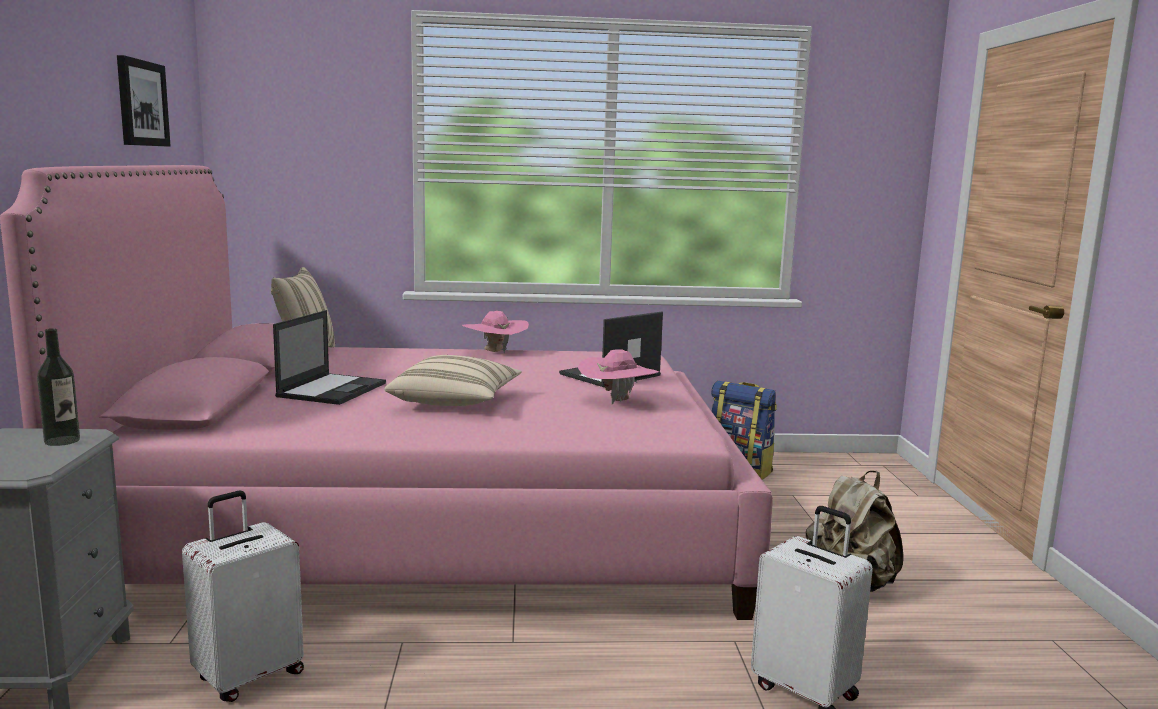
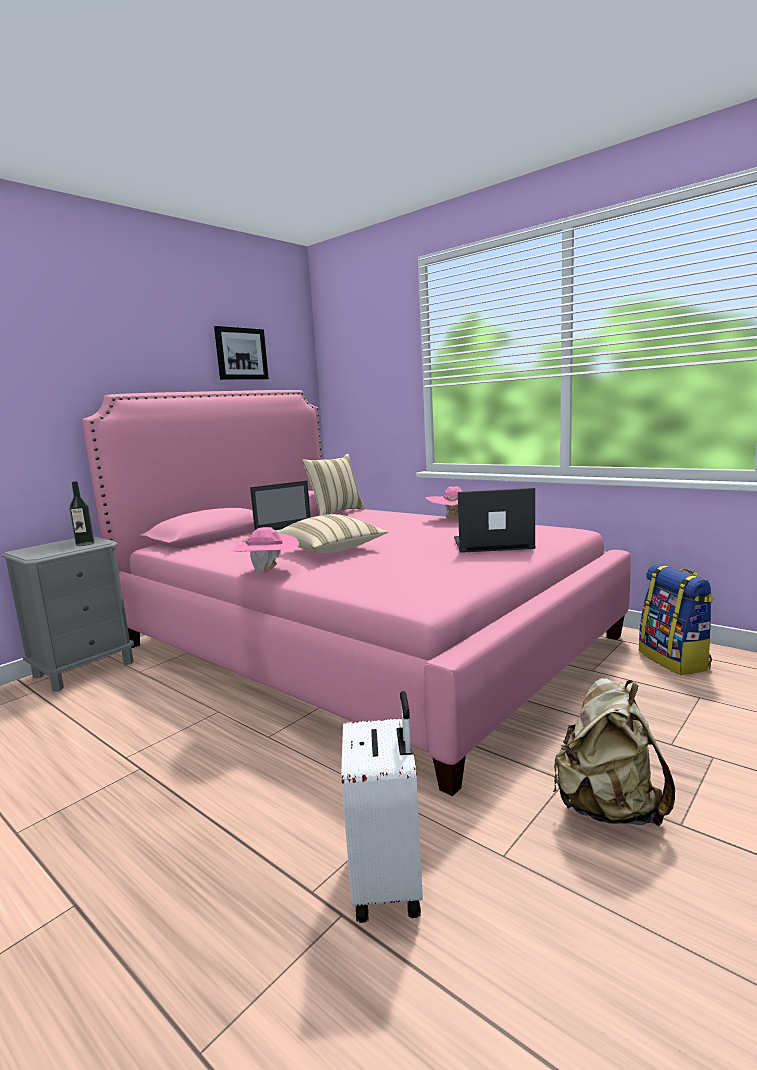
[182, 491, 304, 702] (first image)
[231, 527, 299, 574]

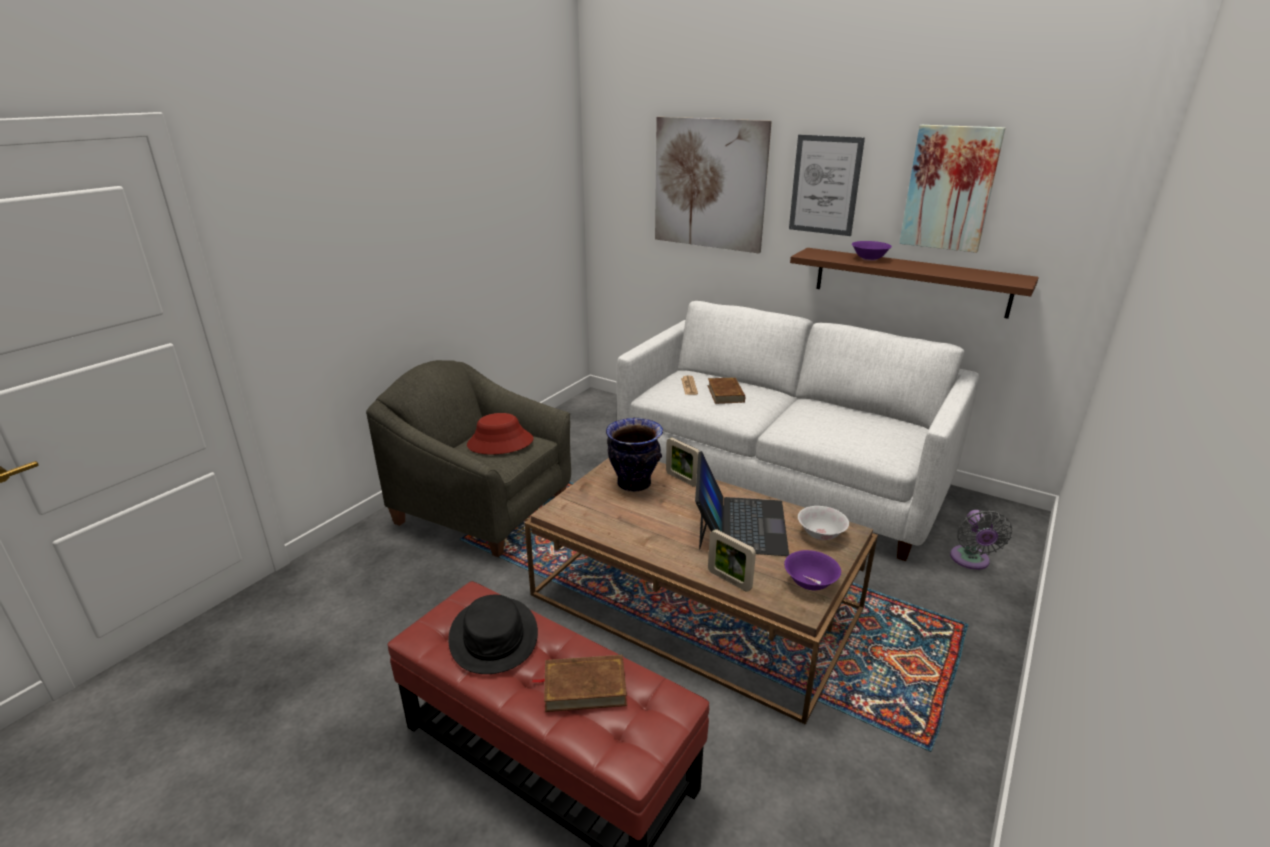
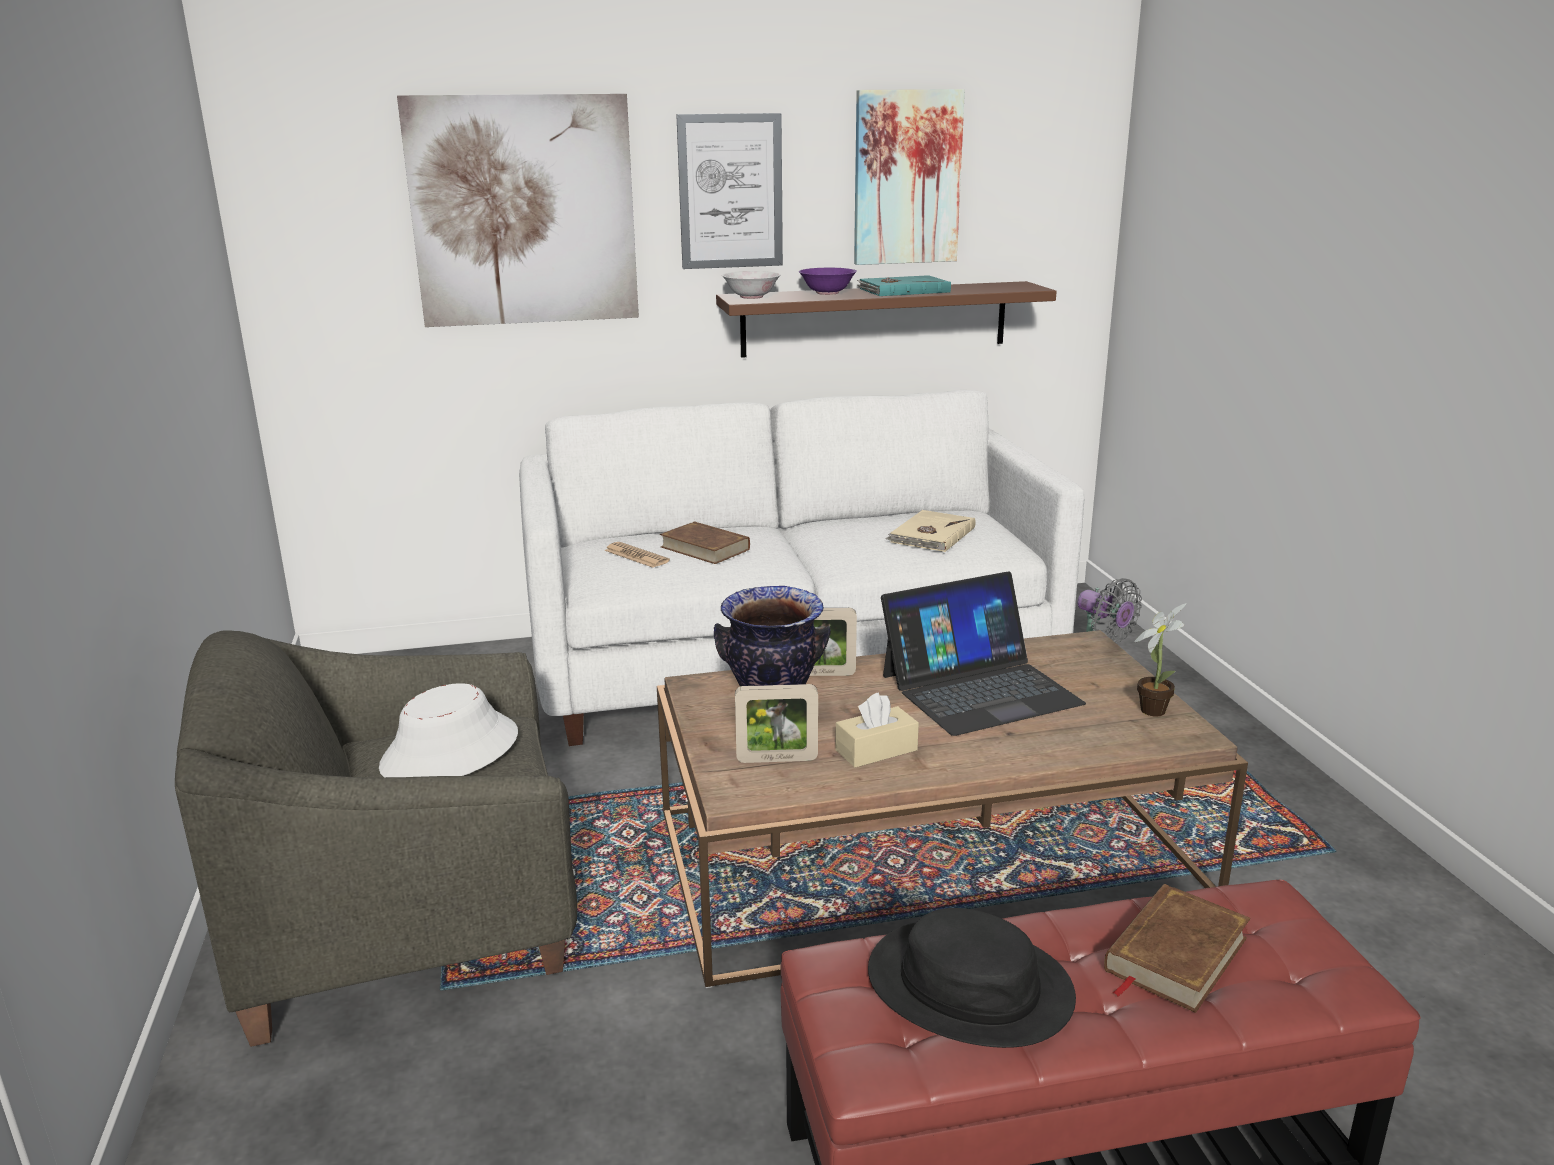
[835, 692, 919, 768]
[857, 275, 951, 296]
[885, 510, 976, 552]
[735, 684, 818, 763]
[722, 271, 781, 299]
[1134, 603, 1187, 717]
[379, 683, 518, 777]
[881, 571, 1086, 736]

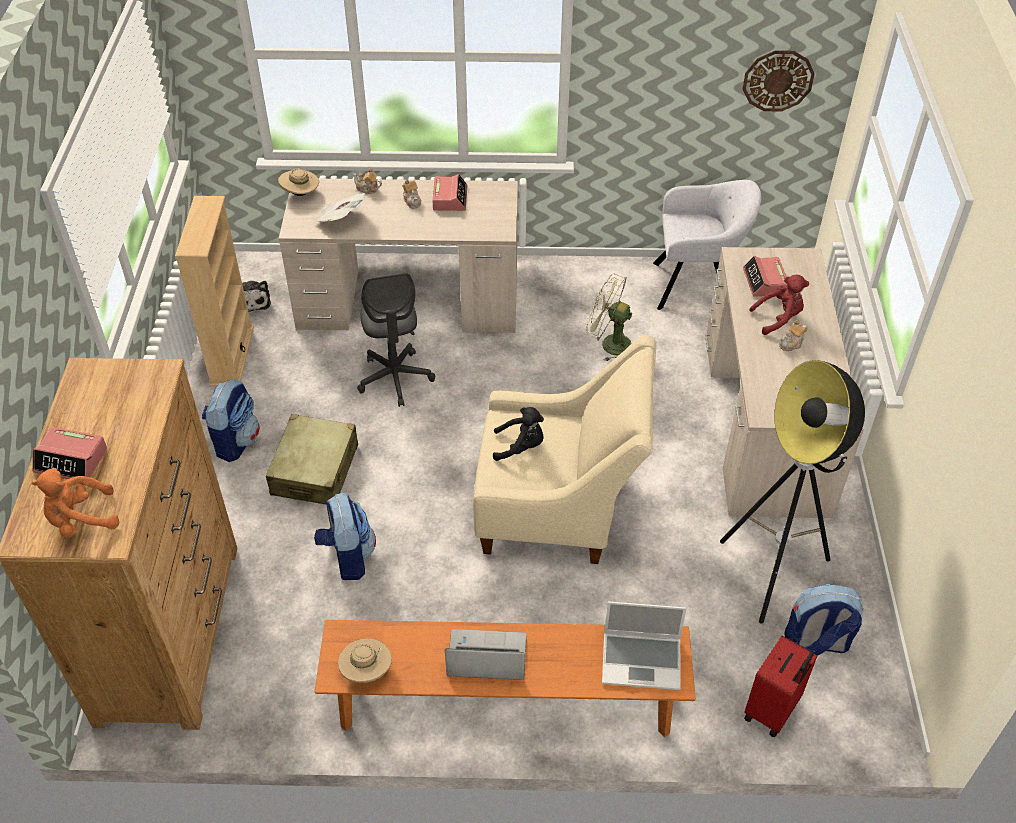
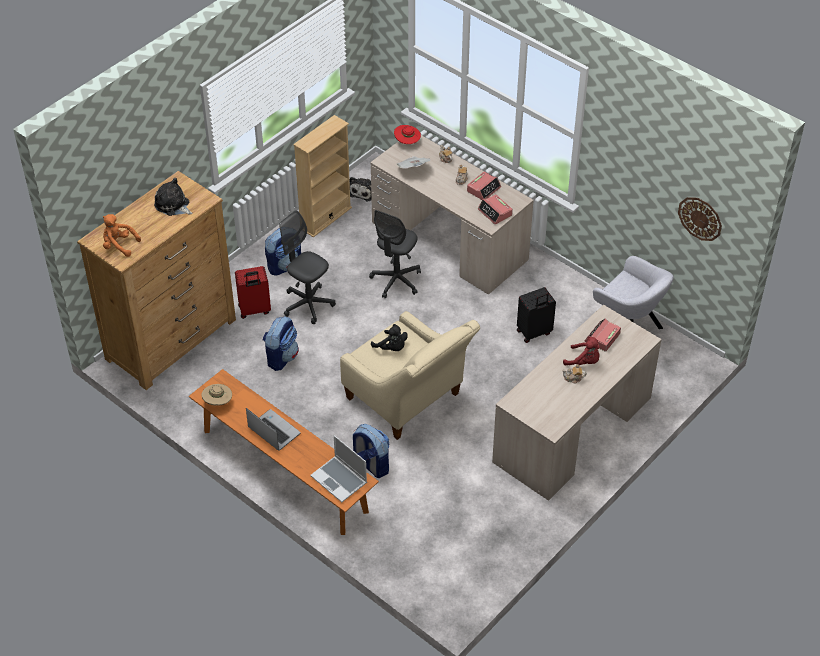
[720, 360, 865, 624] (first image)
[154, 178, 192, 216]
[478, 194, 513, 225]
[235, 266, 271, 319]
[353, 424, 389, 478]
[279, 210, 336, 324]
[517, 287, 556, 343]
[394, 125, 421, 144]

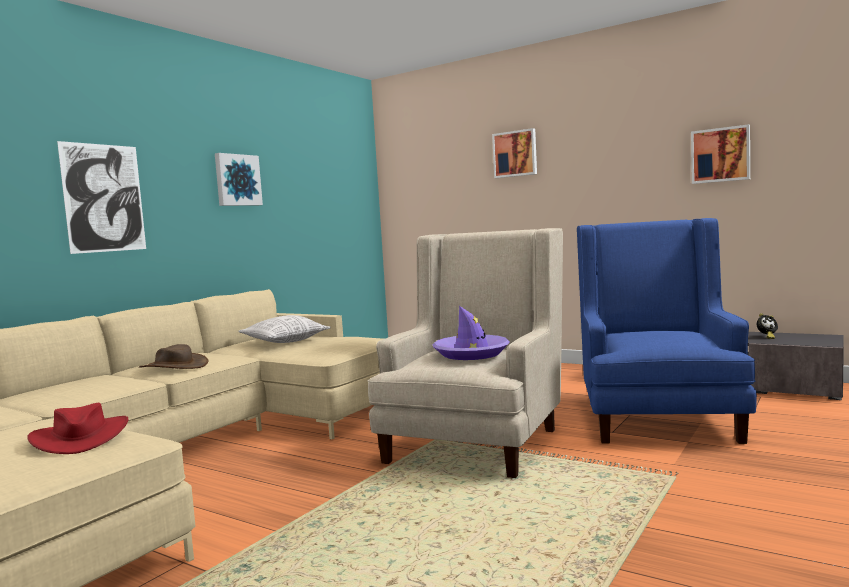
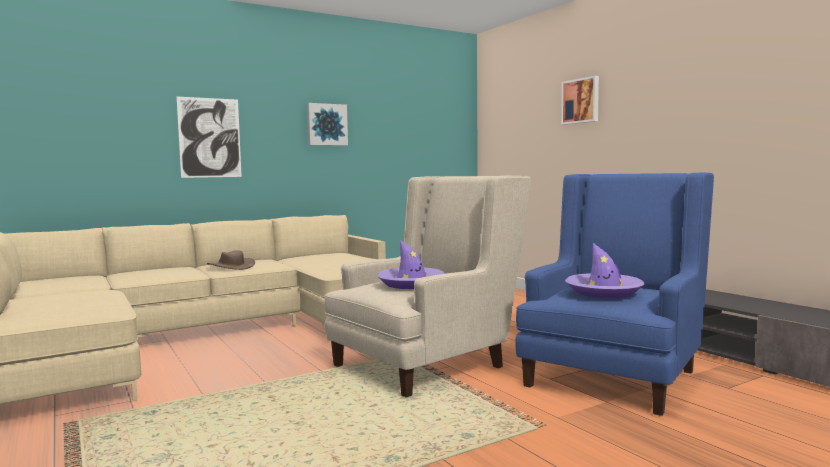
[27, 403, 129, 454] (first image)
[239, 315, 331, 343] (first image)
[691, 124, 750, 184] (first image)
[757, 313, 778, 339] (first image)
[565, 243, 644, 298]

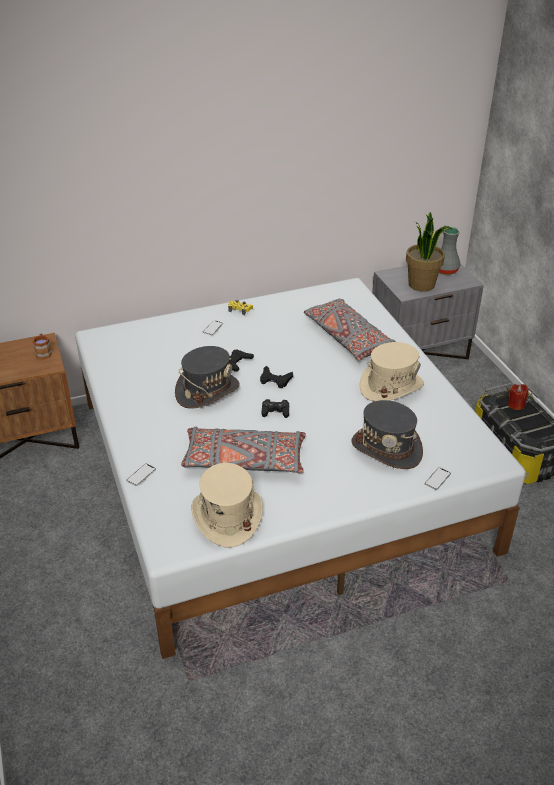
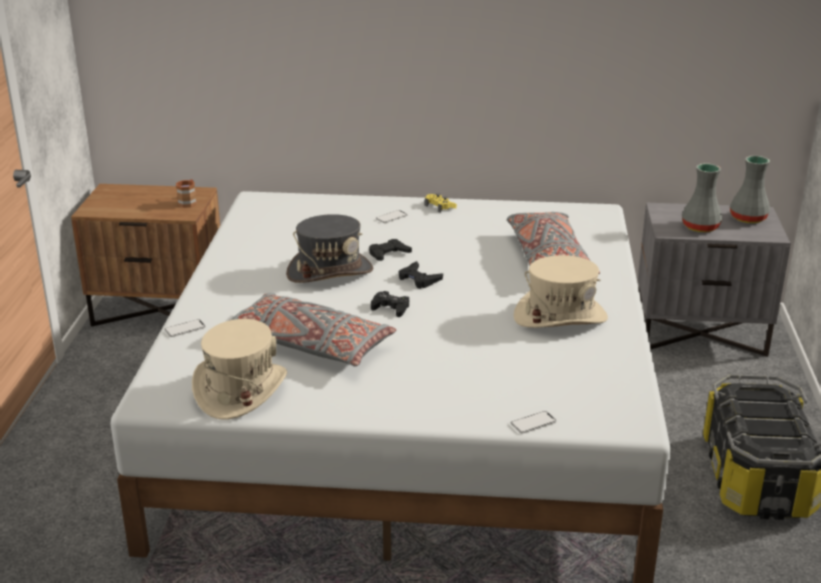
[351, 400, 423, 469] (first image)
[508, 384, 528, 410] (first image)
[682, 163, 722, 233]

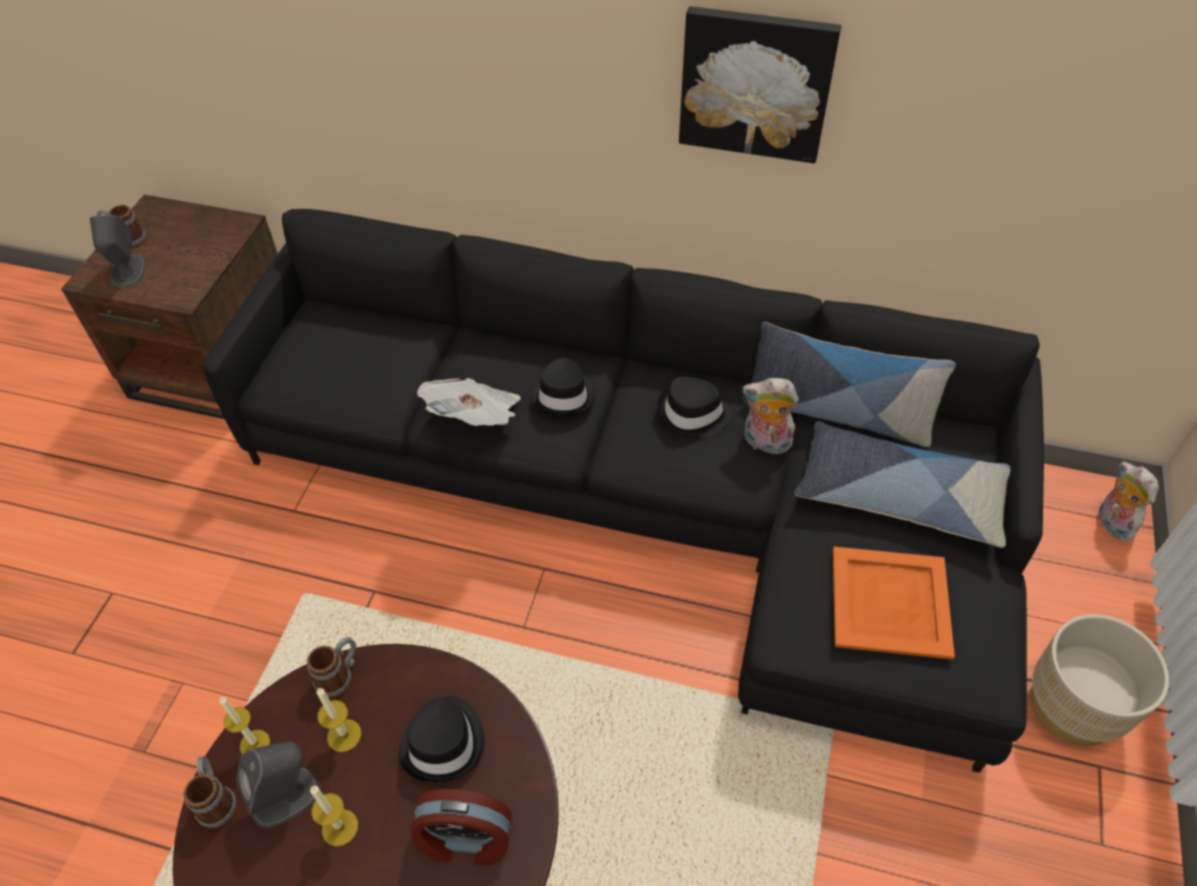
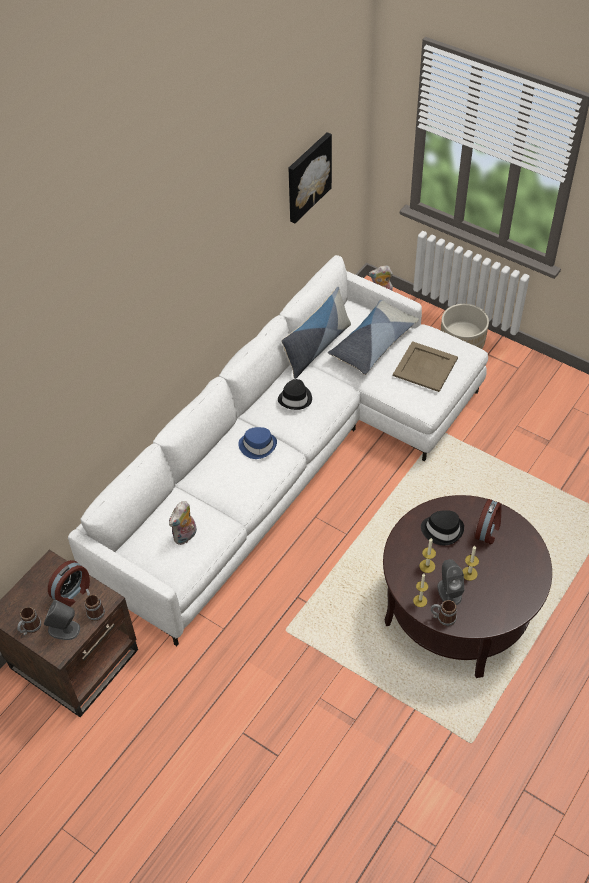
[417, 378, 521, 426] (first image)
[48, 560, 90, 607]
[84, 589, 105, 621]
[289, 132, 332, 224]
[169, 501, 197, 545]
[68, 255, 488, 646]
[238, 427, 277, 459]
[393, 341, 458, 392]

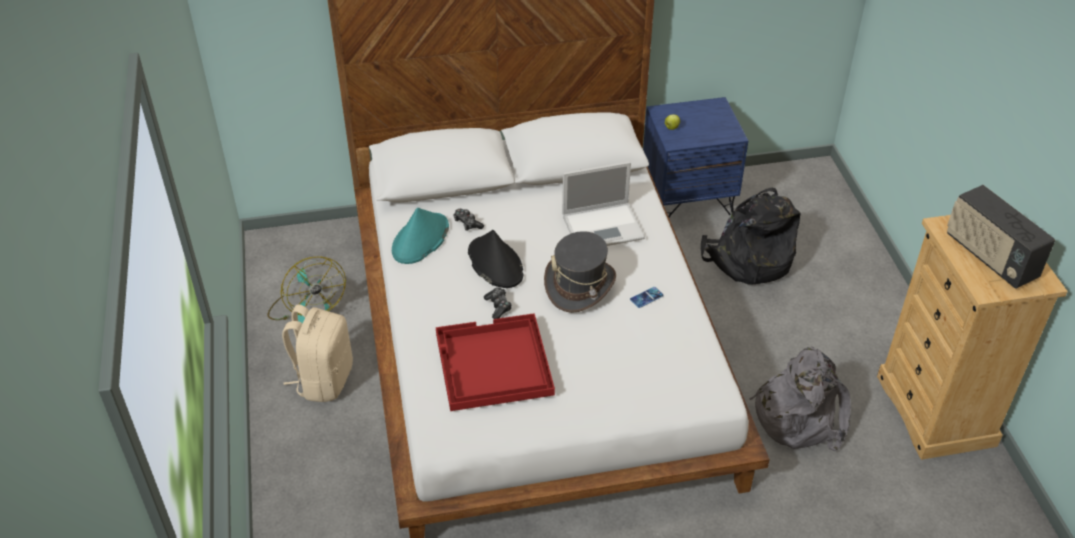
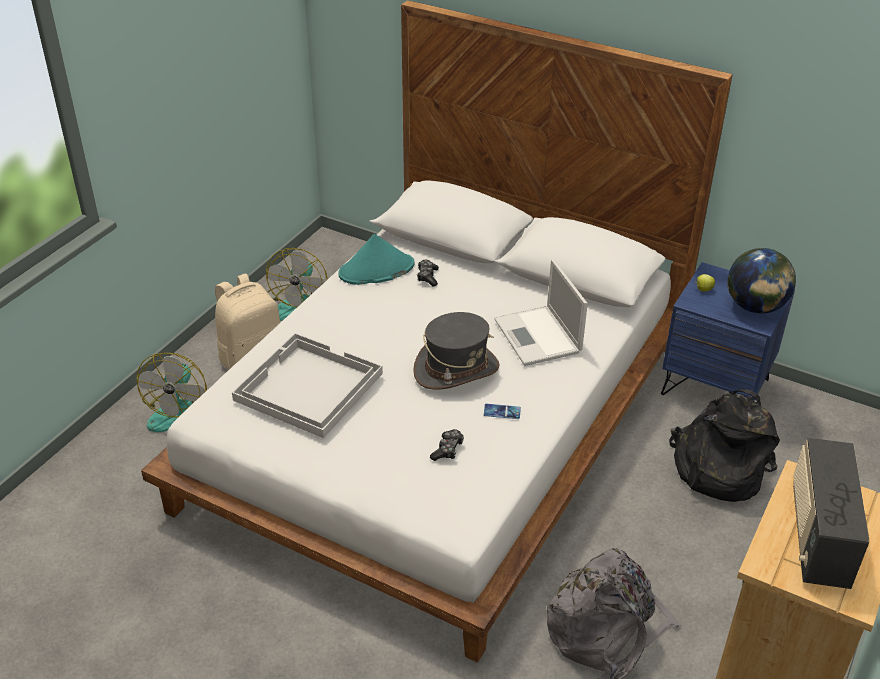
[468, 230, 524, 288] (first image)
[137, 353, 207, 432]
[727, 248, 796, 314]
[430, 429, 464, 461]
[232, 333, 383, 438]
[494, 259, 588, 366]

